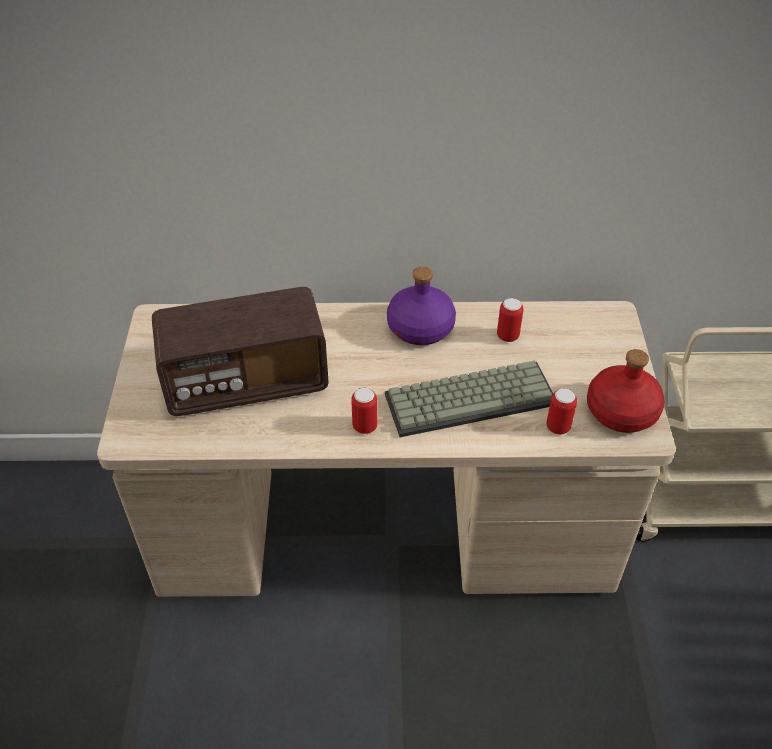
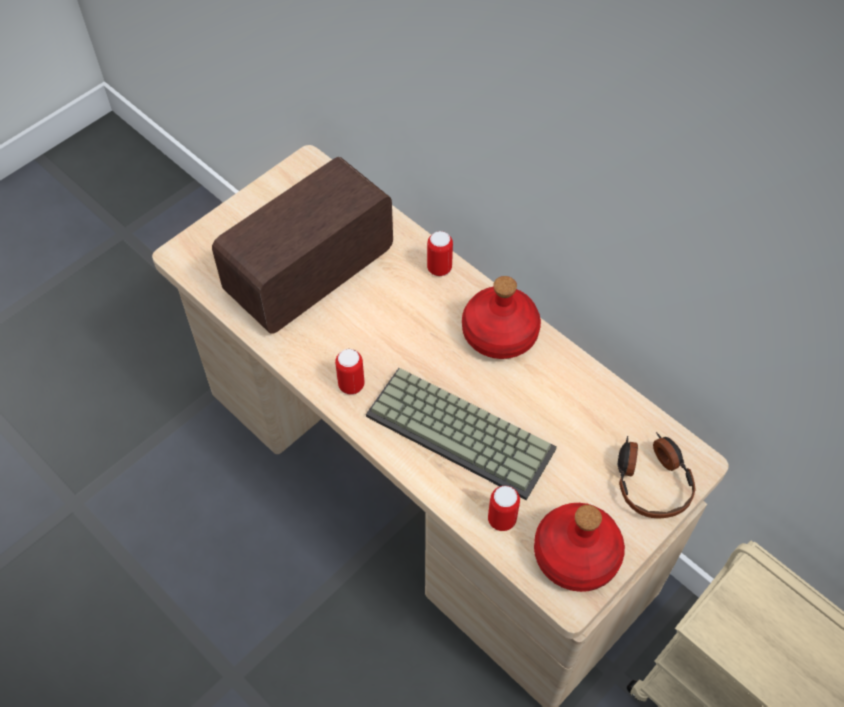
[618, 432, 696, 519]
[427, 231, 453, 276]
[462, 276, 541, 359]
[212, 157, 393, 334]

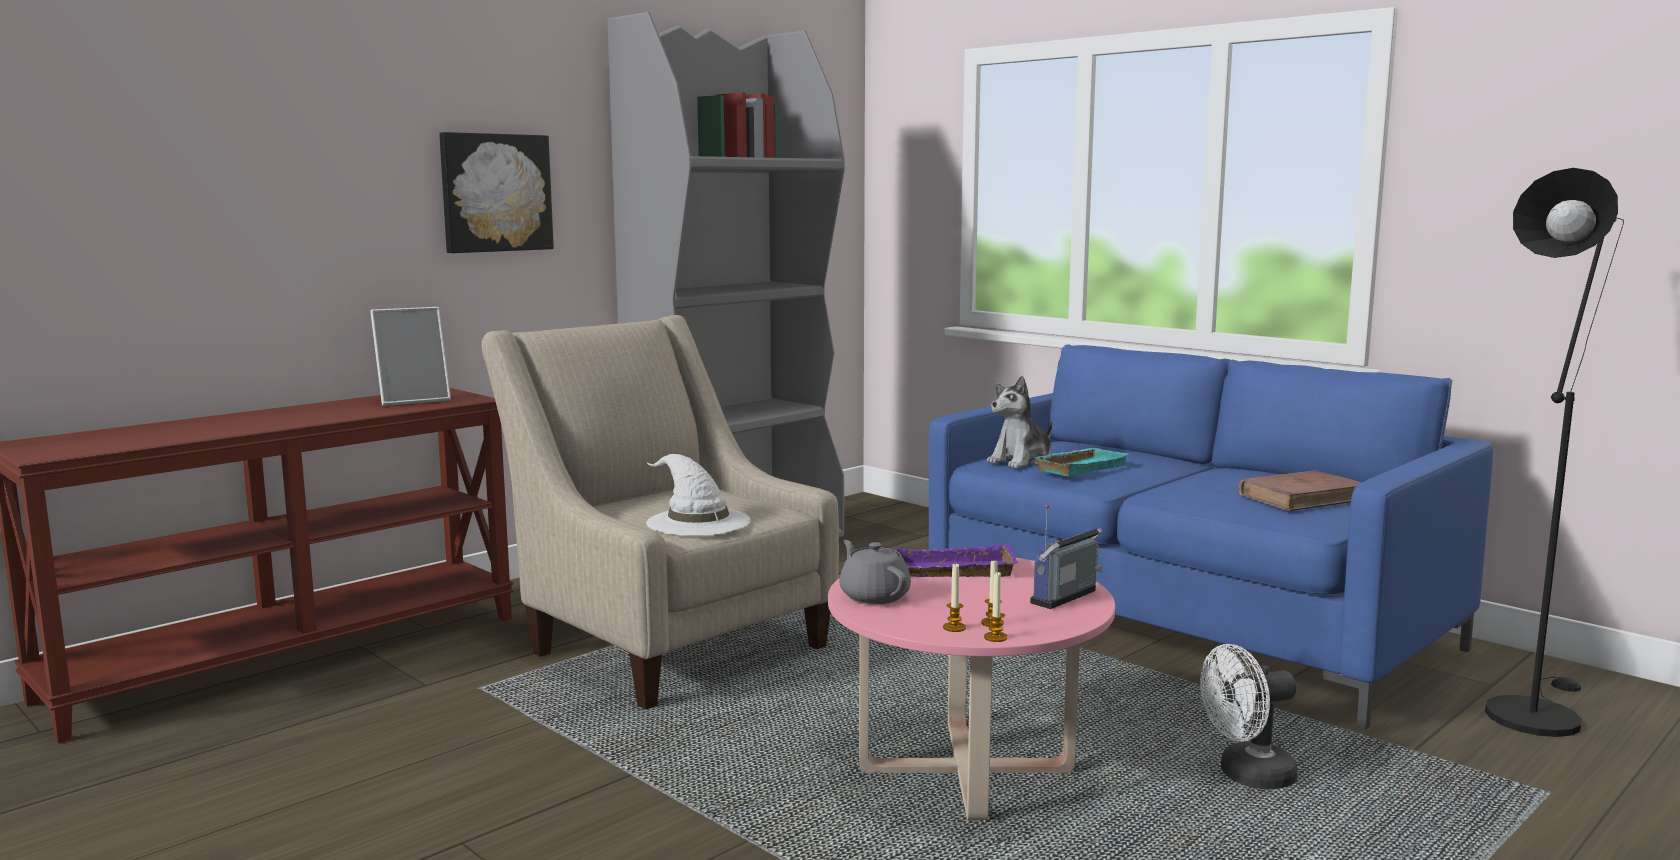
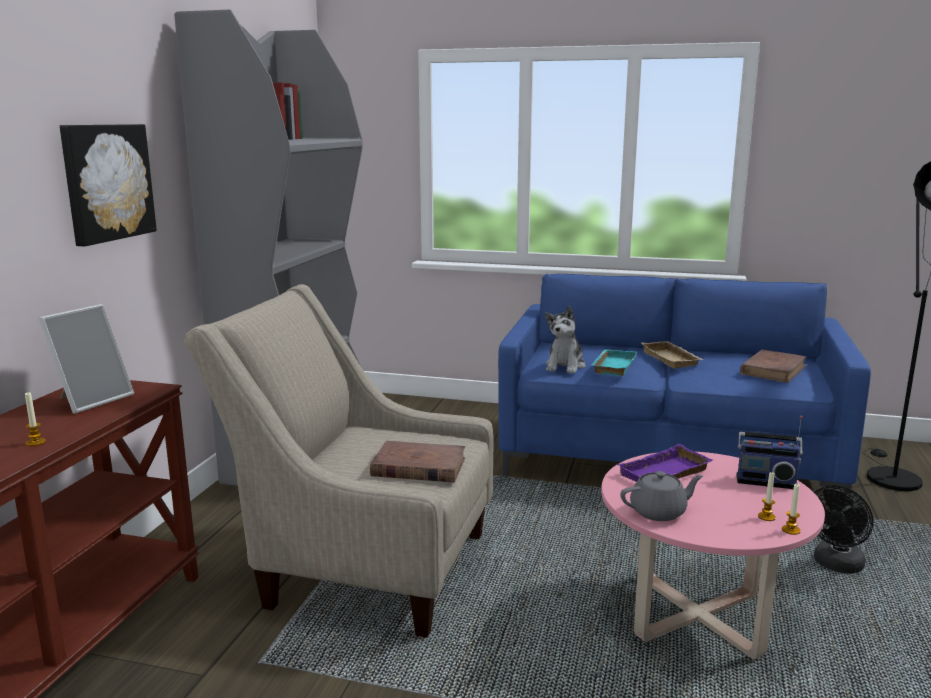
[641, 341, 704, 369]
[25, 391, 46, 446]
[370, 441, 465, 483]
[814, 485, 873, 574]
[620, 471, 703, 521]
[736, 416, 803, 489]

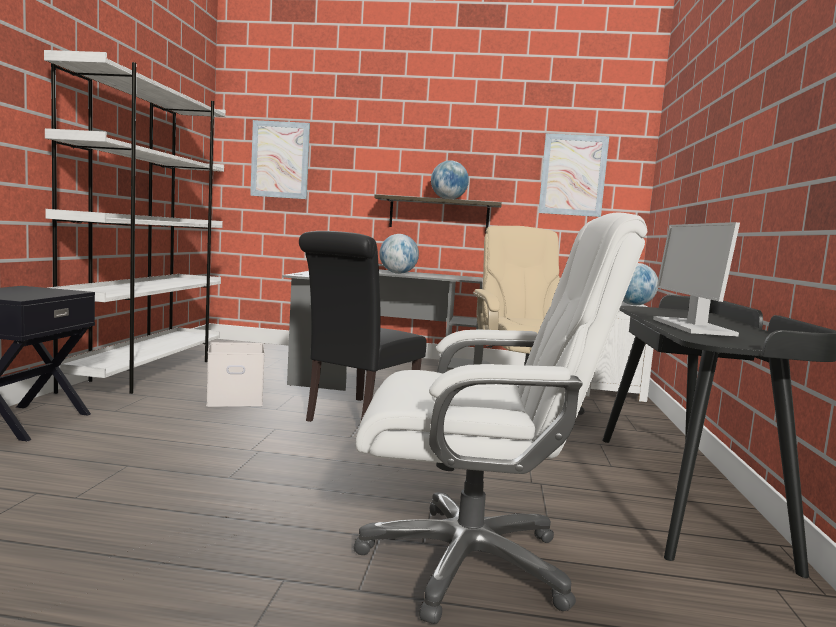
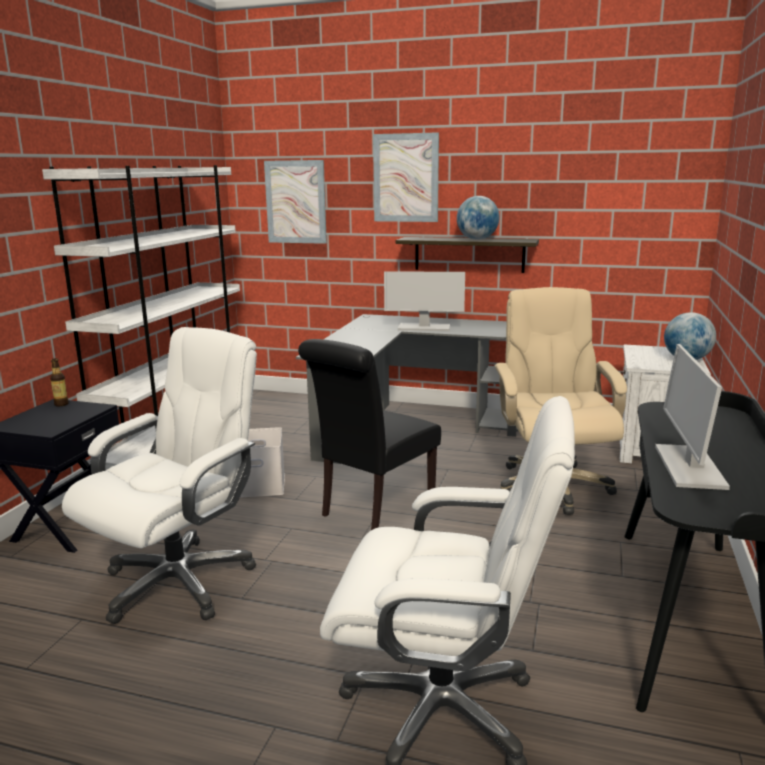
[50, 358, 69, 406]
[62, 327, 257, 624]
[373, 132, 439, 222]
[384, 271, 465, 331]

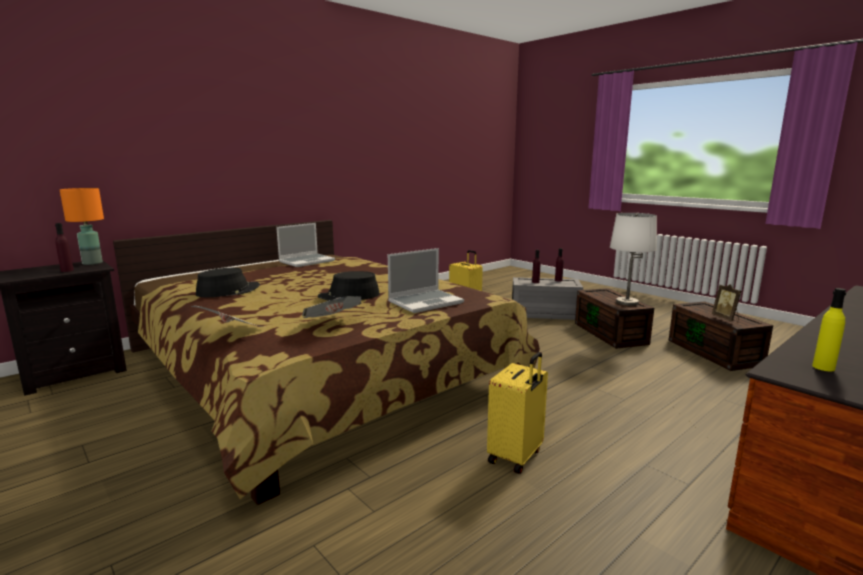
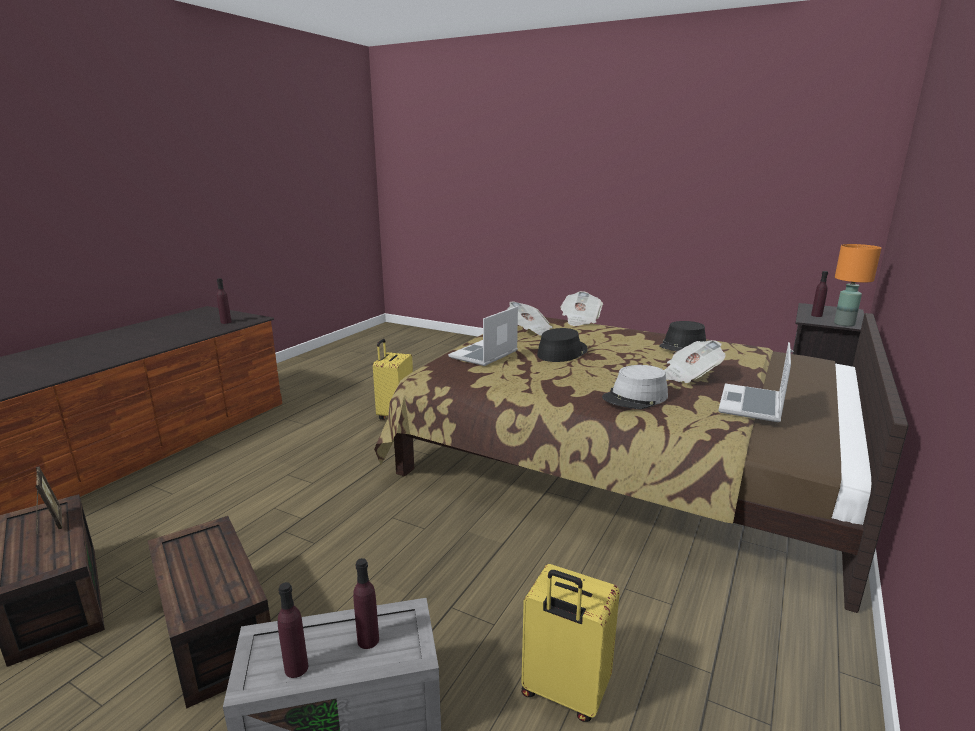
[610, 213, 657, 306] (first image)
[602, 365, 668, 409]
[664, 340, 726, 383]
[217, 278, 231, 324]

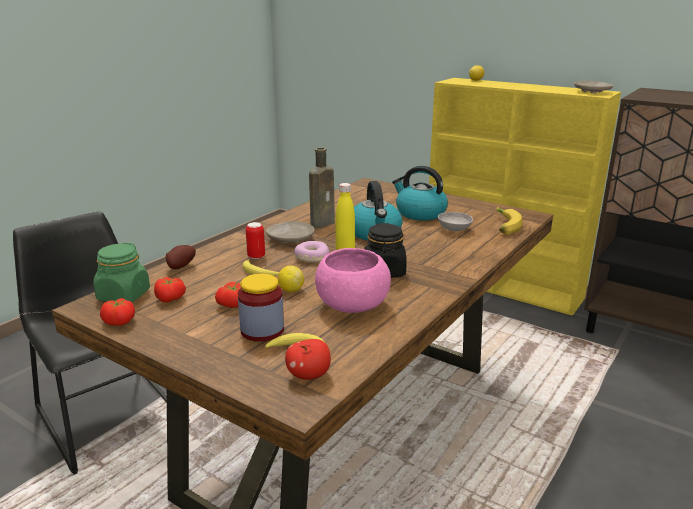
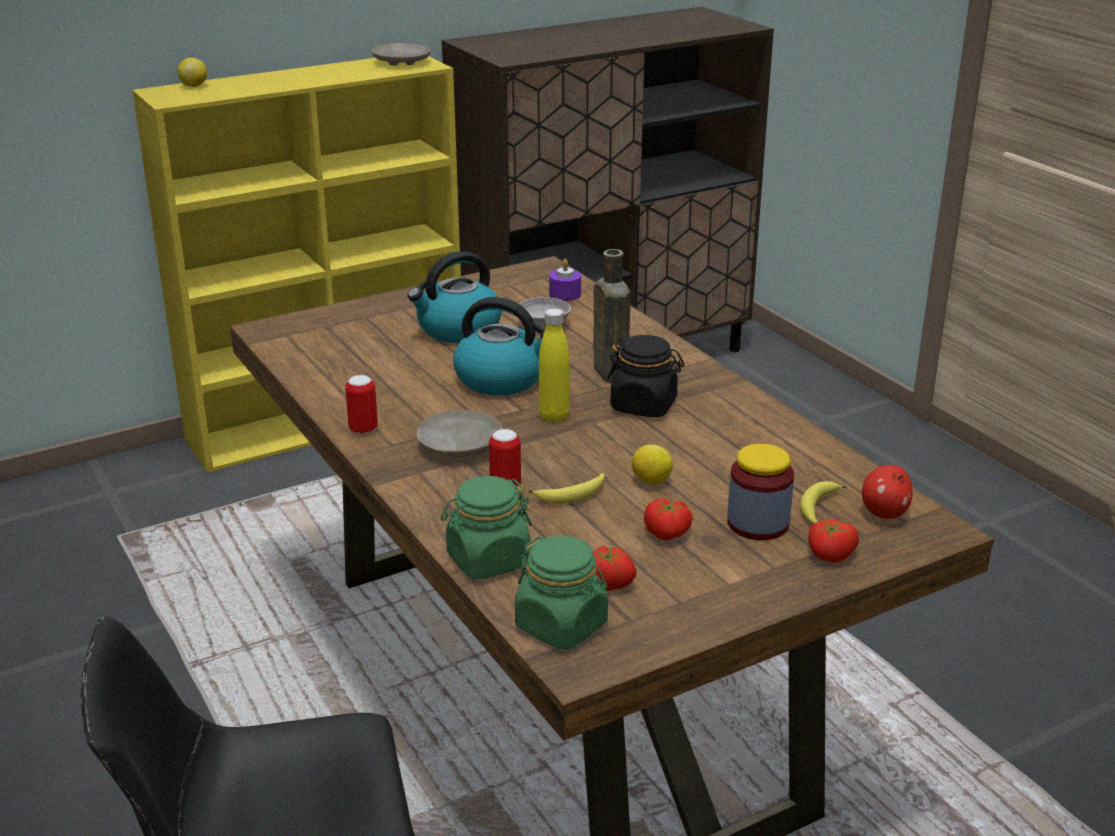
[294, 241, 329, 262] (first image)
[315, 248, 391, 313] (first image)
[345, 375, 378, 434]
[808, 519, 859, 563]
[593, 249, 631, 383]
[441, 476, 532, 580]
[549, 259, 581, 301]

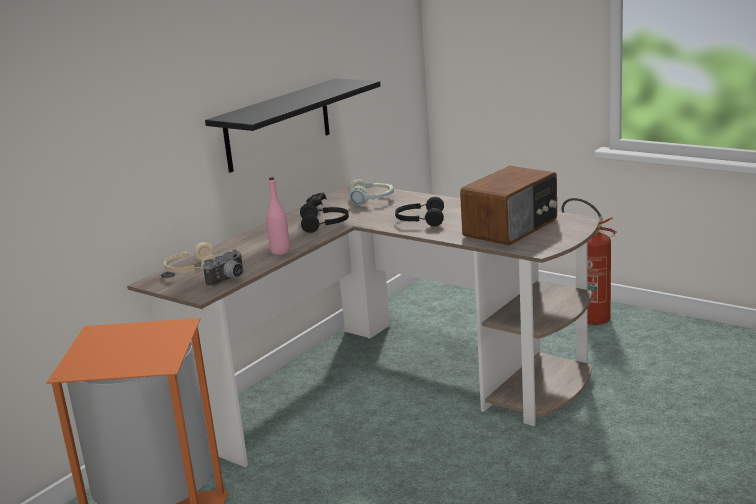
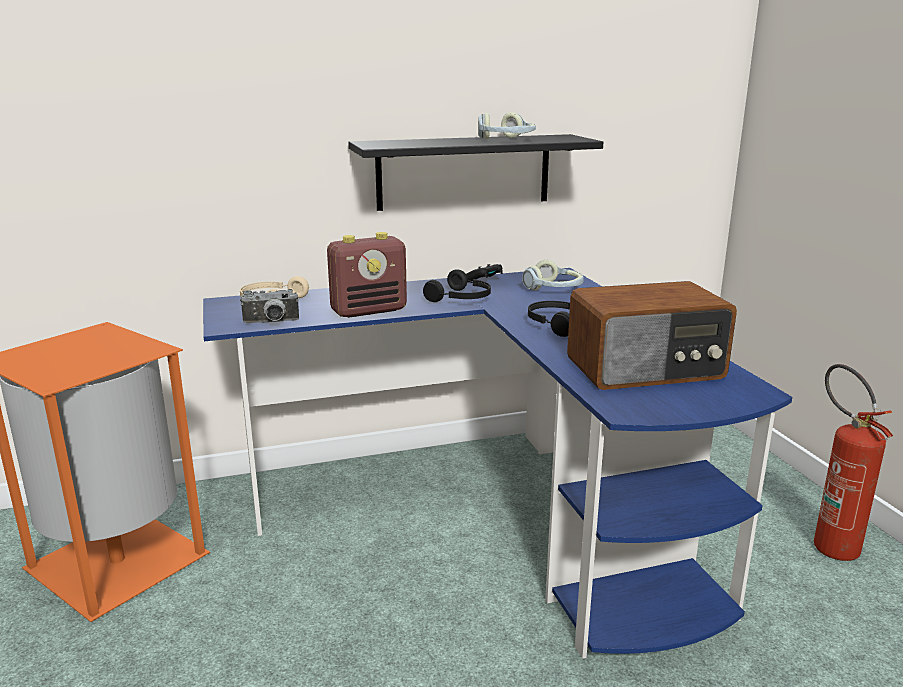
[478, 112, 536, 139]
[327, 232, 407, 318]
[203, 268, 792, 659]

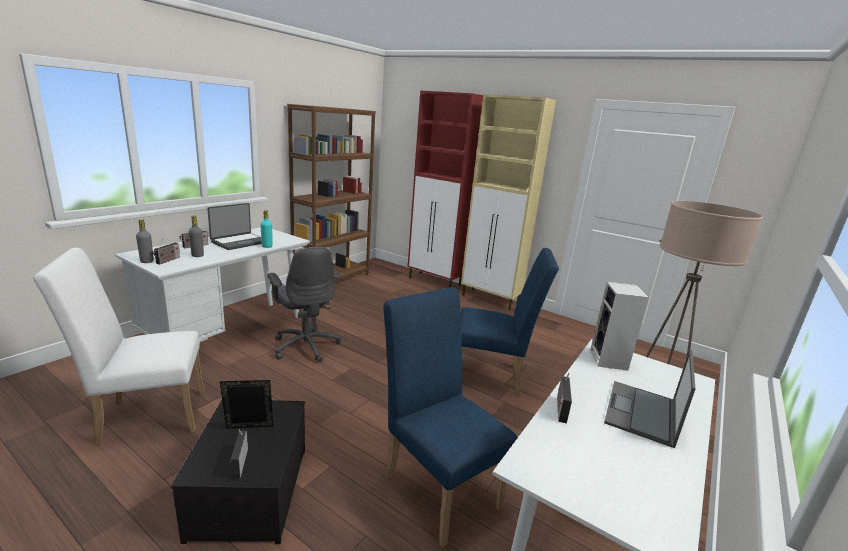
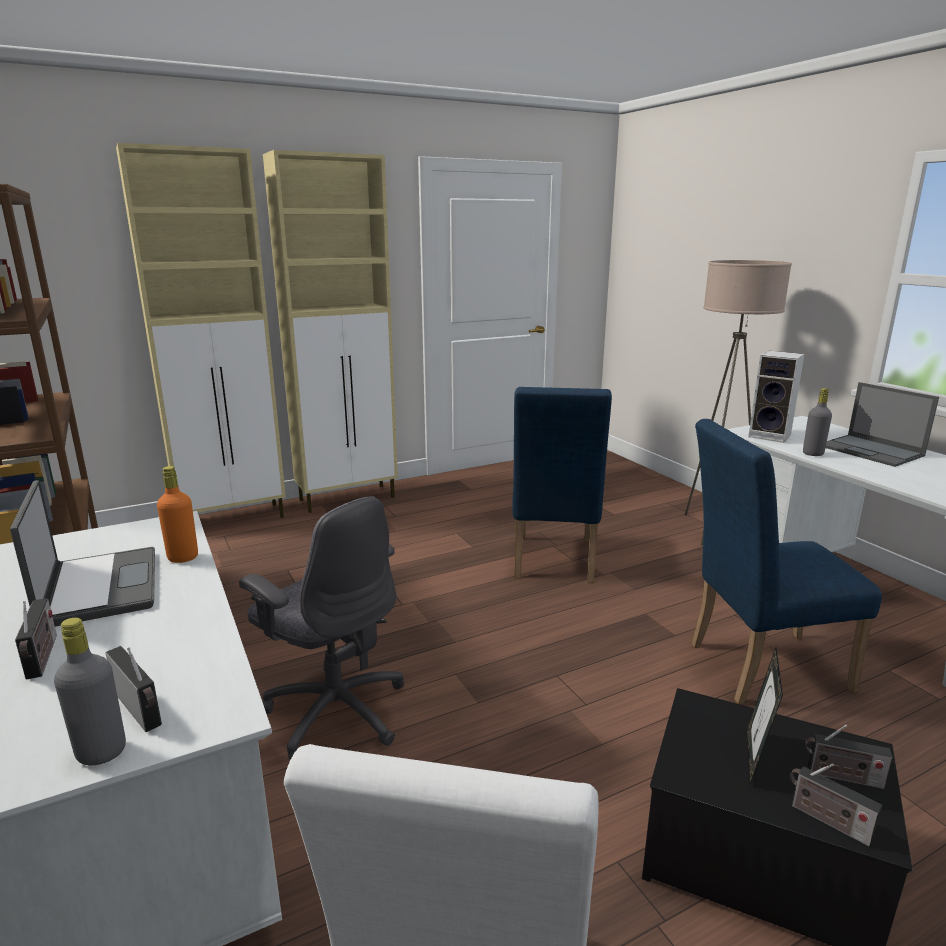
[803, 388, 832, 456]
[790, 763, 882, 847]
[157, 466, 198, 563]
[116, 143, 286, 518]
[239, 496, 404, 760]
[512, 387, 612, 583]

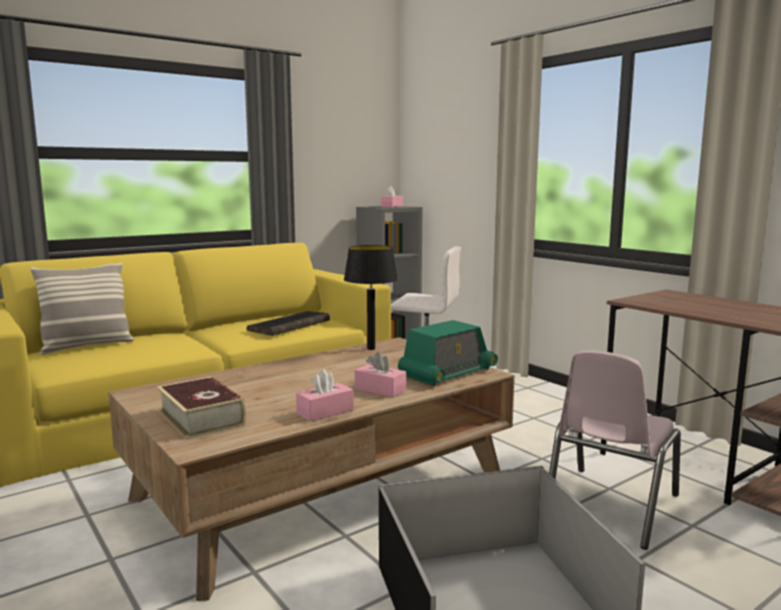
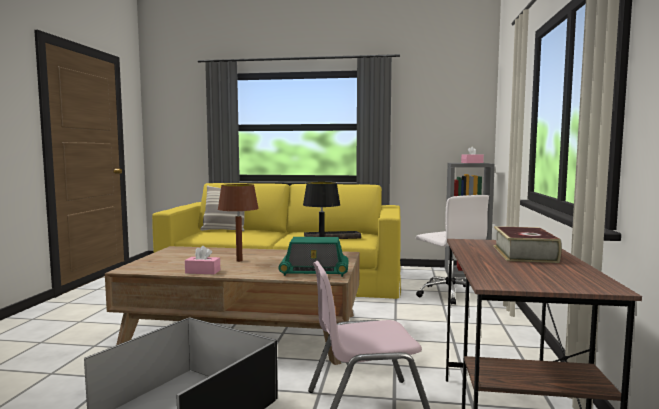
[355, 352, 406, 397] (first image)
[218, 184, 259, 262]
[493, 226, 561, 263]

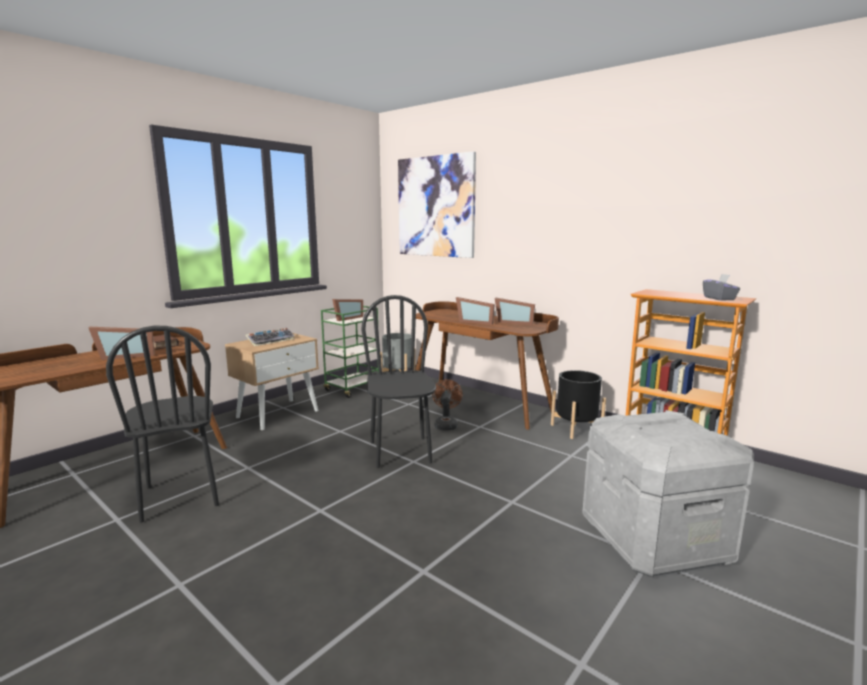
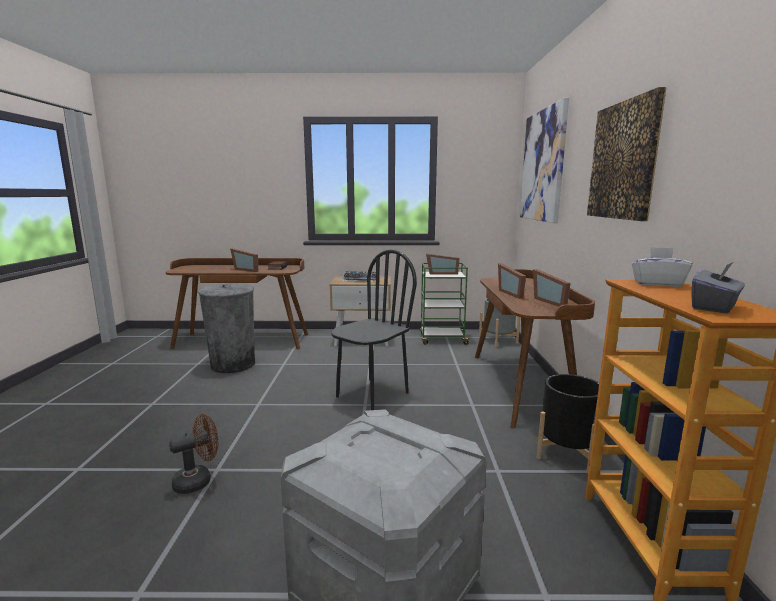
[587, 87, 666, 221]
[632, 247, 692, 287]
[169, 414, 219, 494]
[198, 284, 255, 373]

